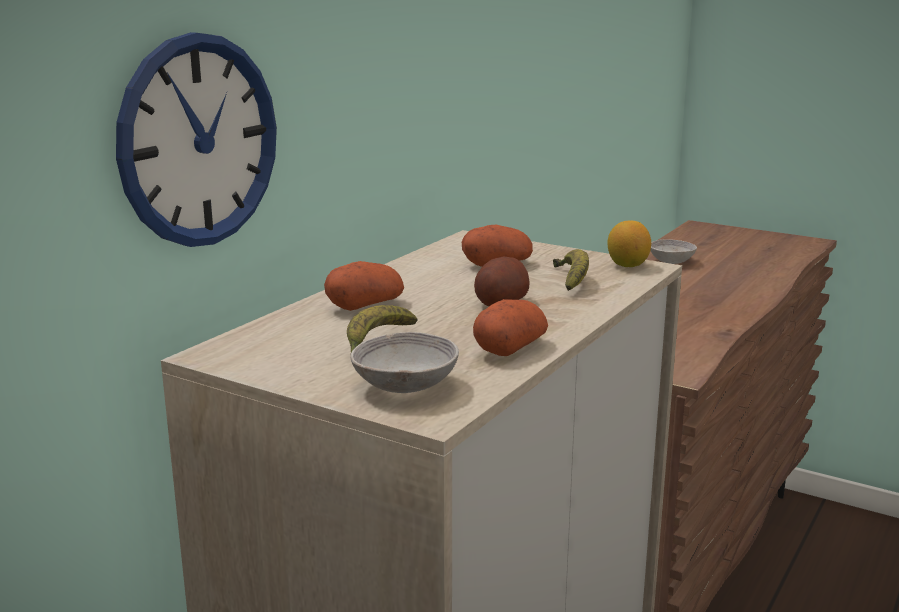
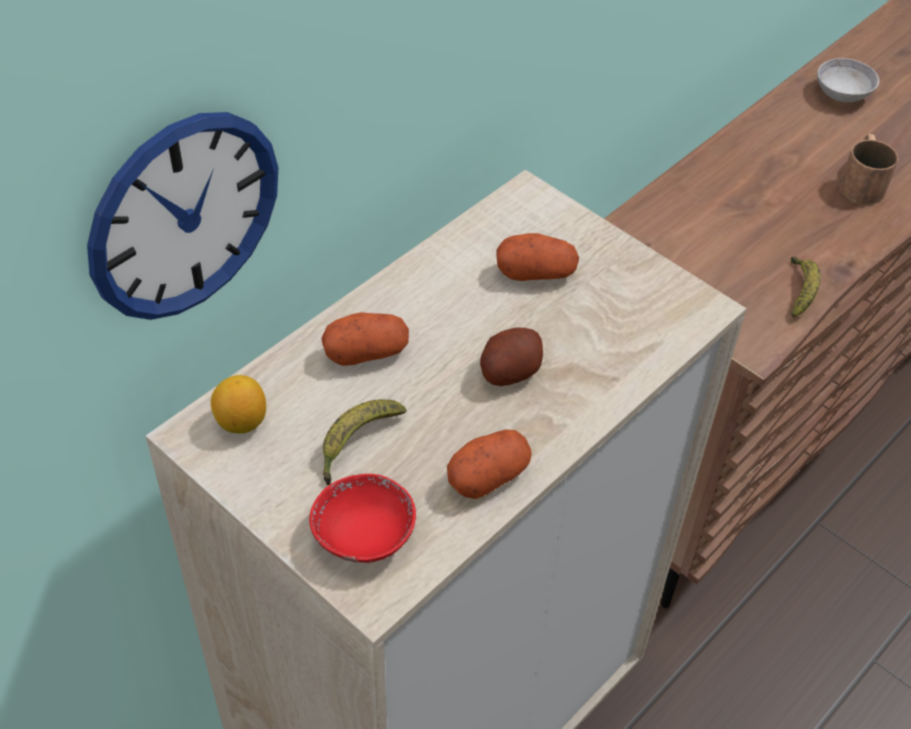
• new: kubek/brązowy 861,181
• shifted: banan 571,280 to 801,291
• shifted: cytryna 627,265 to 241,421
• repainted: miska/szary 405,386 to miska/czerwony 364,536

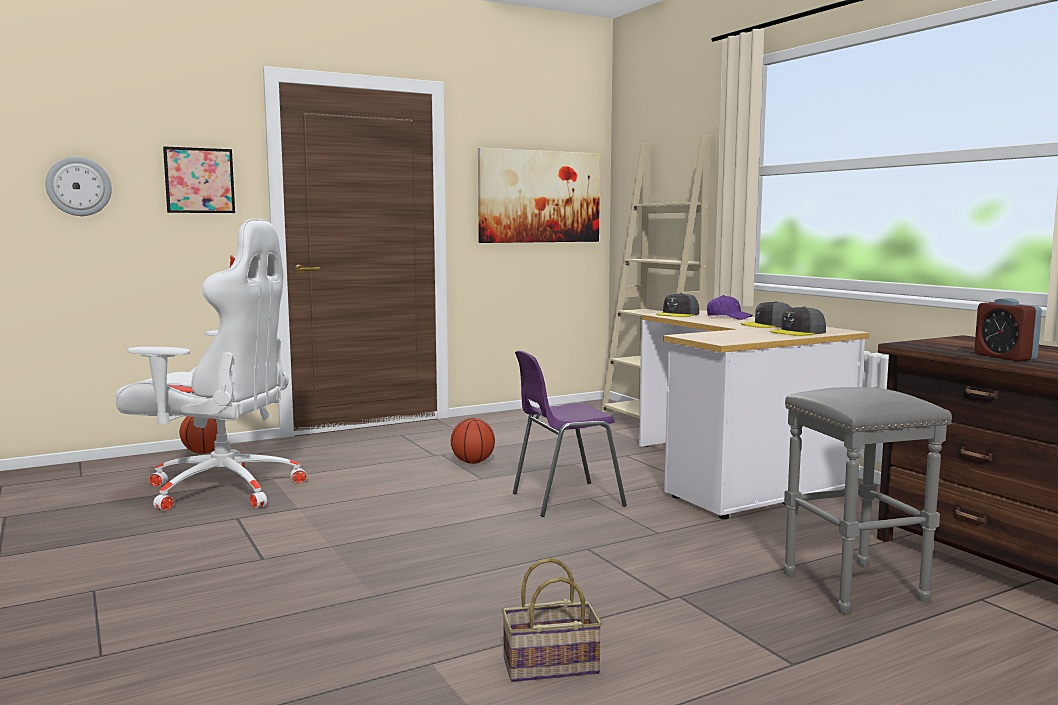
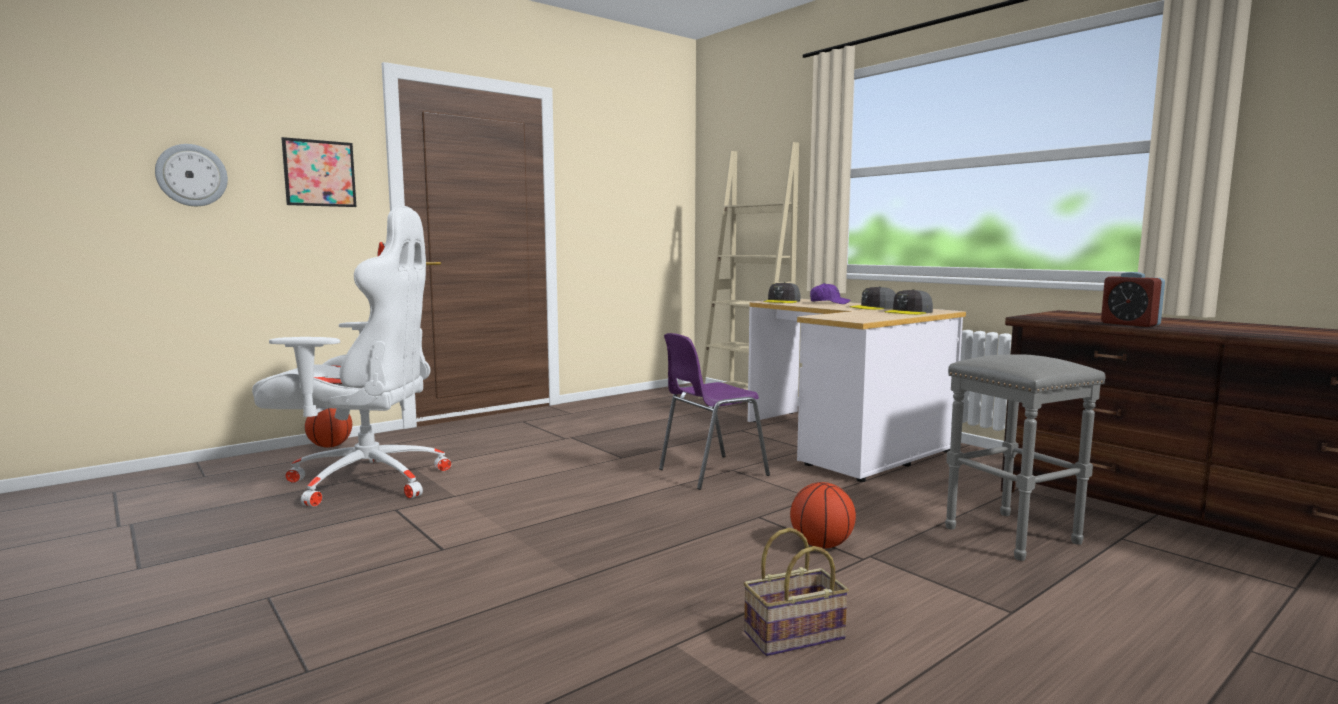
• gone: obraz 539,196
• shifted: piłka do koszykówki 472,462 to 821,545

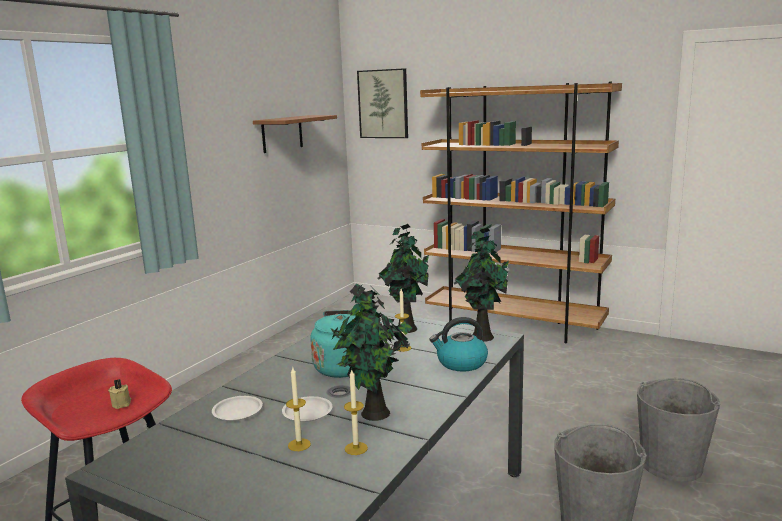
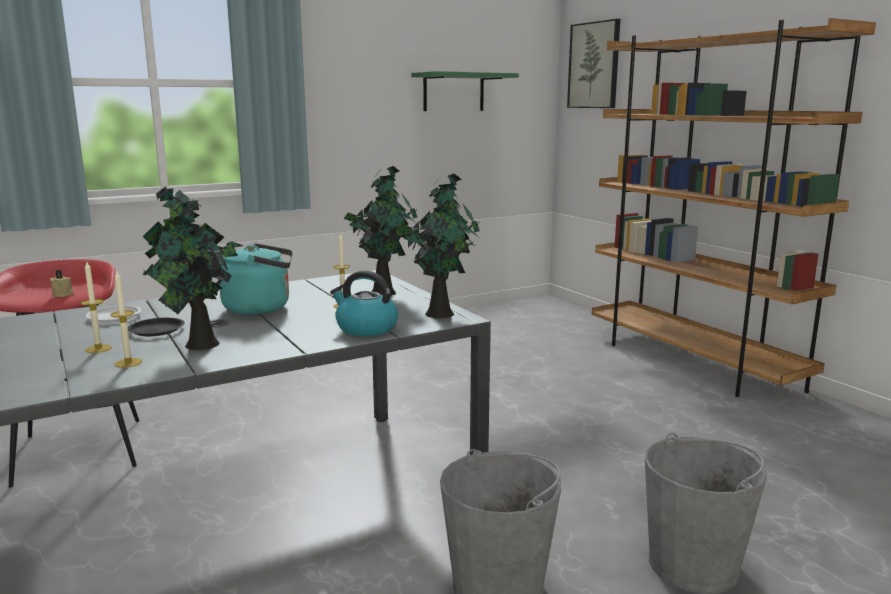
• repainted: półka/brązowy 282,133 to półka/zielony 453,92
• repainted: talerz/biały 308,412 to talerz/czarny 156,330

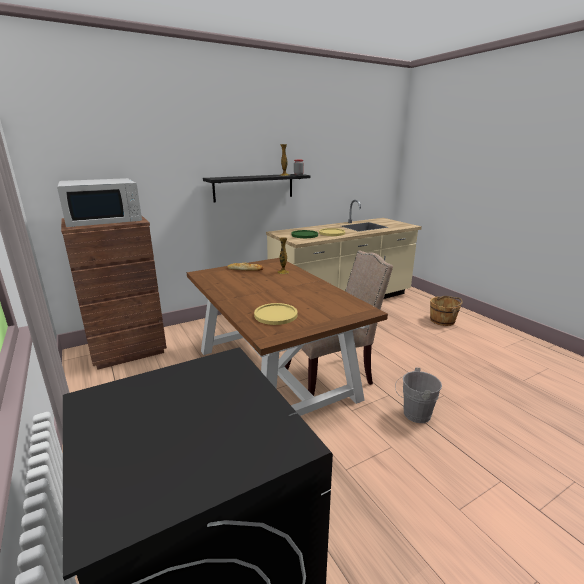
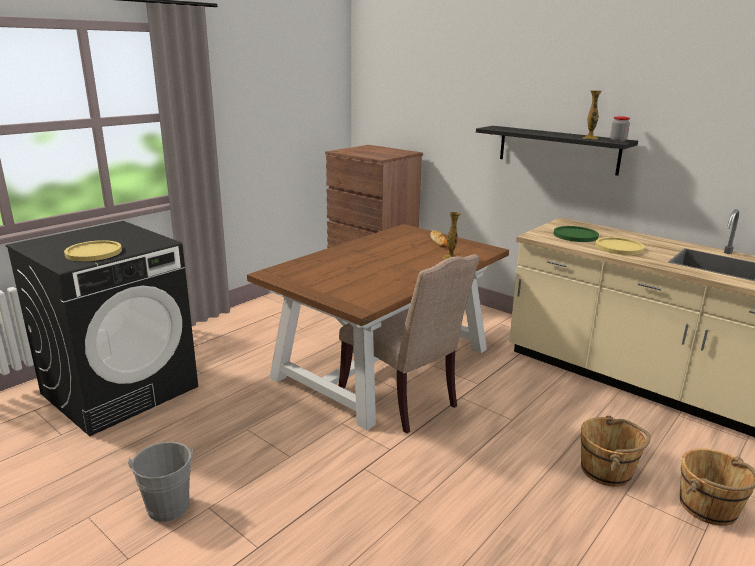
• gone: mikrofalówka/biały 104,220
• new: wiadro/brązowy 607,470
• shifted: talerz/żółty 275,315 to 93,252
• shifted: wiadro/szary 413,414 to 168,504

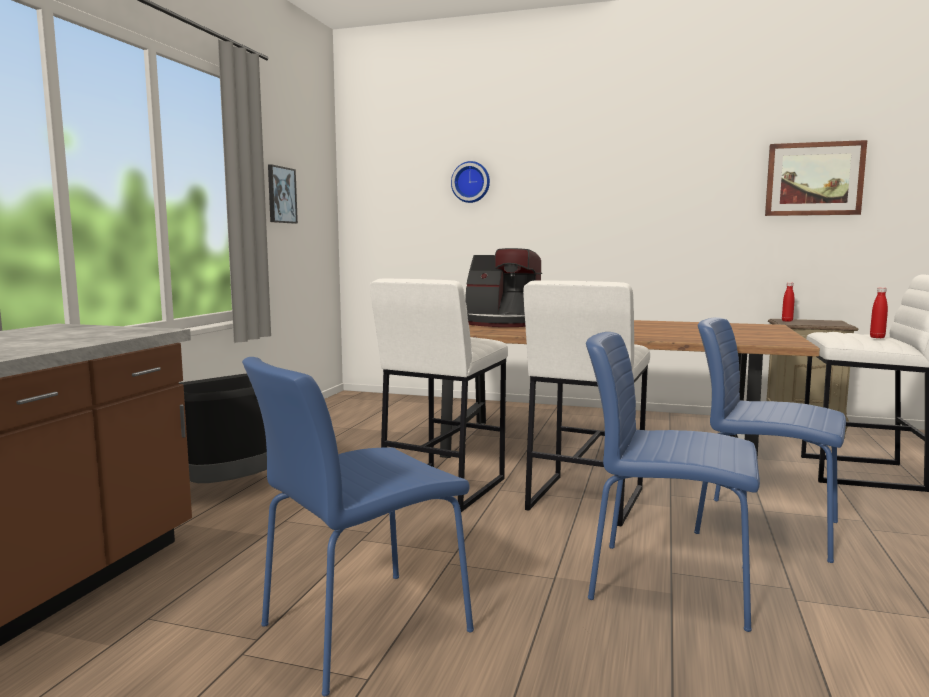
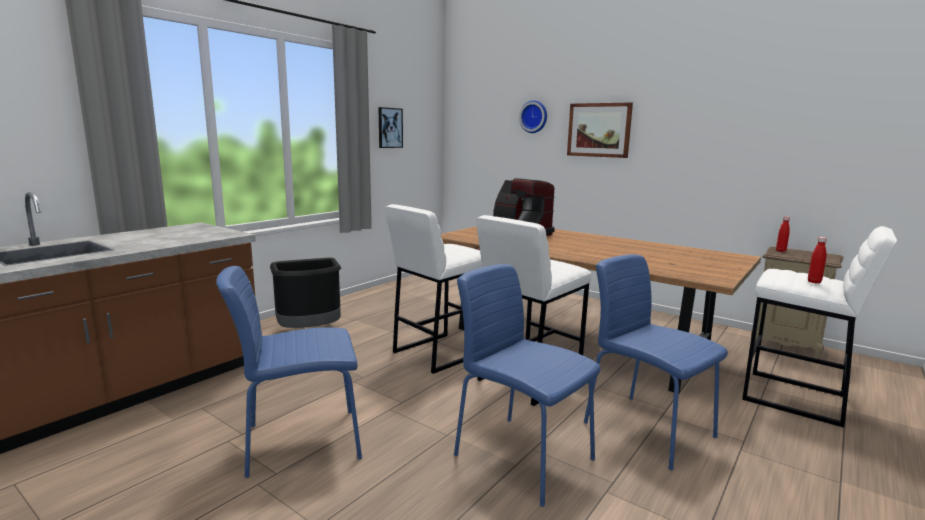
• shifted: obraz 814,179 to 599,130

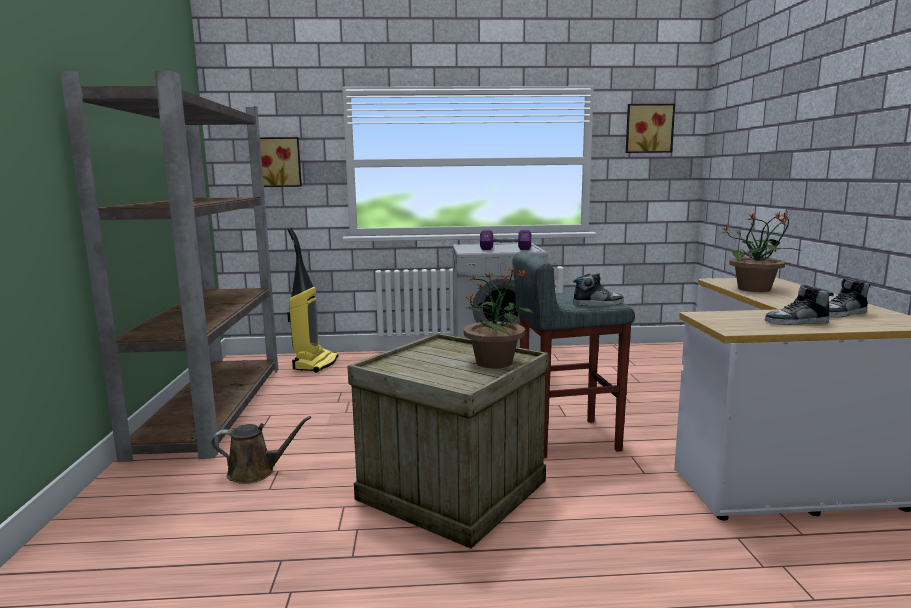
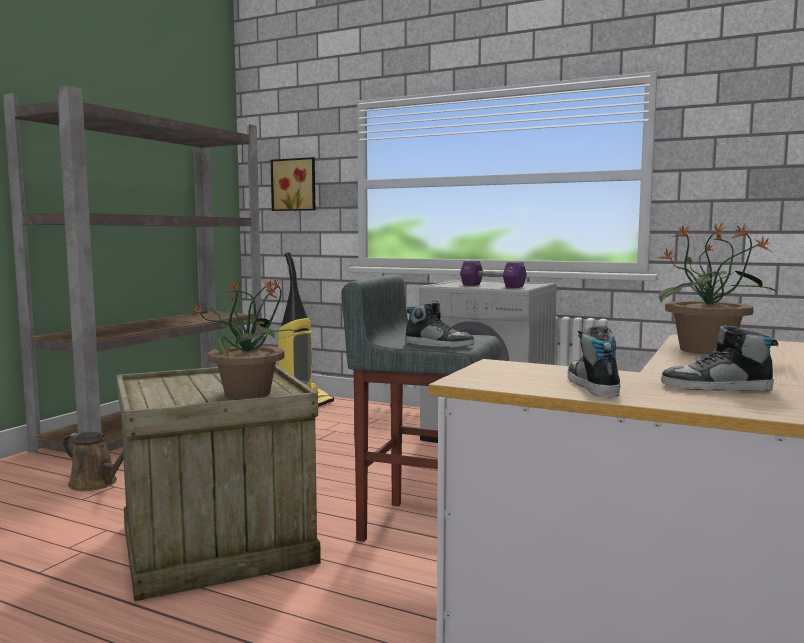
• gone: obraz 648,128
• rotated: but 796,322 = 592,386 60 degrees clockwise

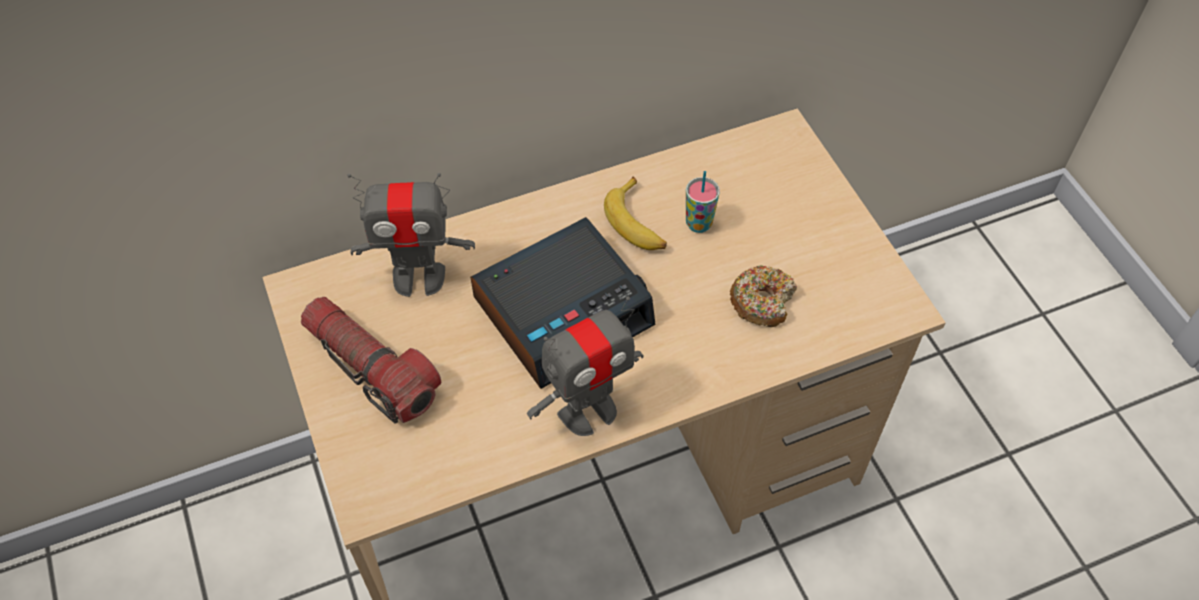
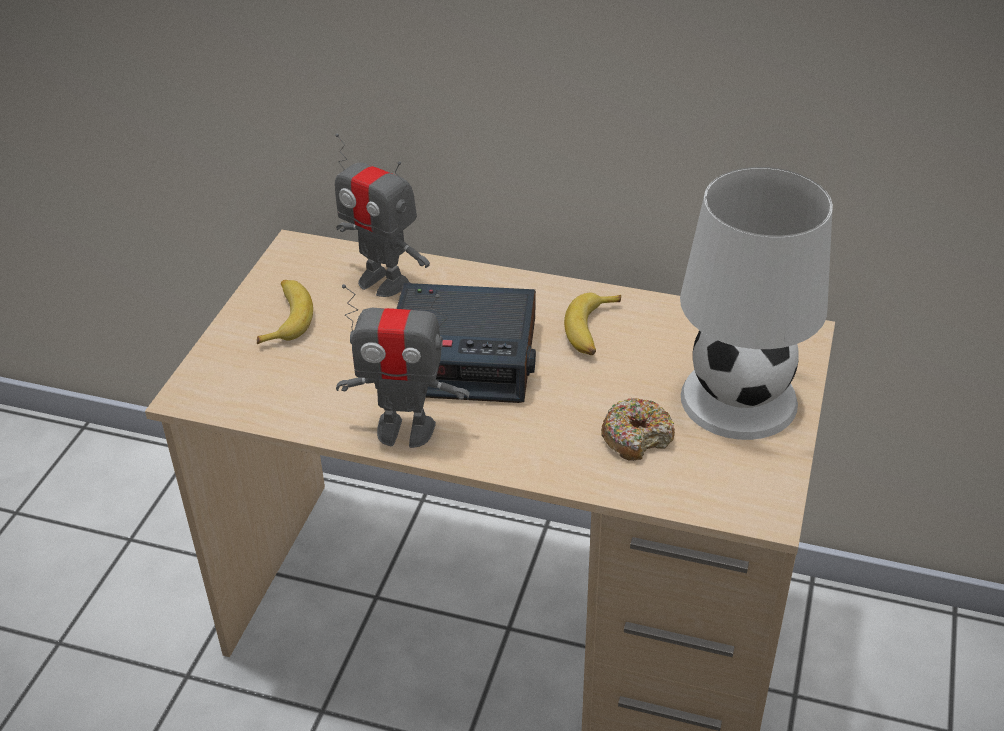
• gone: filiżanka 698,224
• new: lampa stołowa/biały 739,398
• swapped: latarka 371,368 to banan 286,318

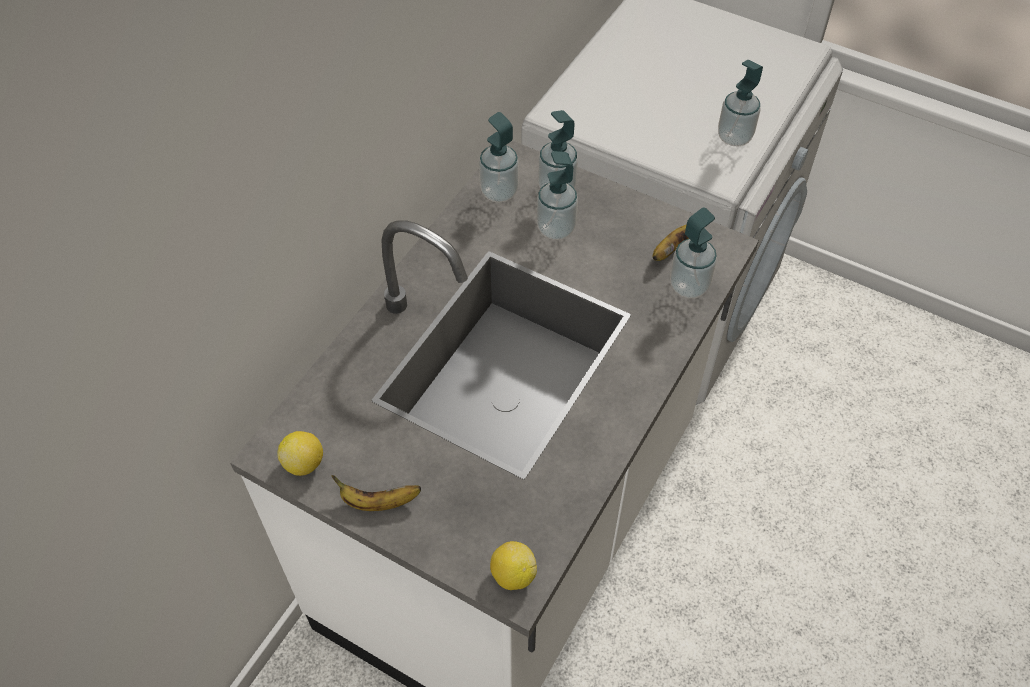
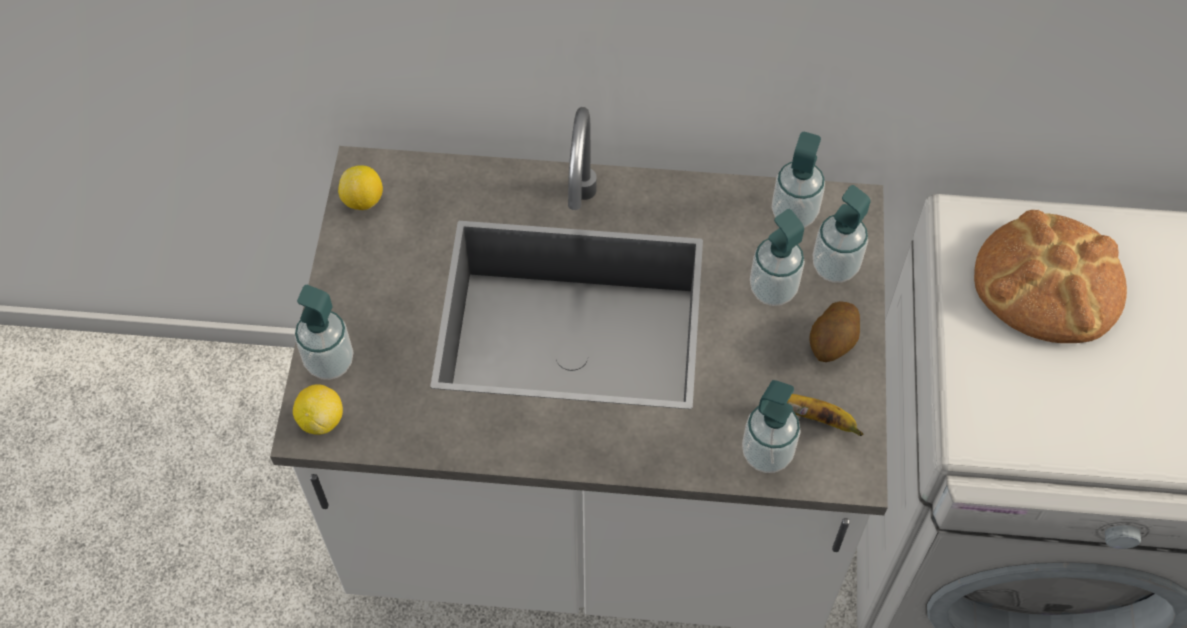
• gone: banan 378,502
• new: ziemniak 832,342
• new: chleb 1048,281
• shifted: dozownik mydła 734,137 to 330,362

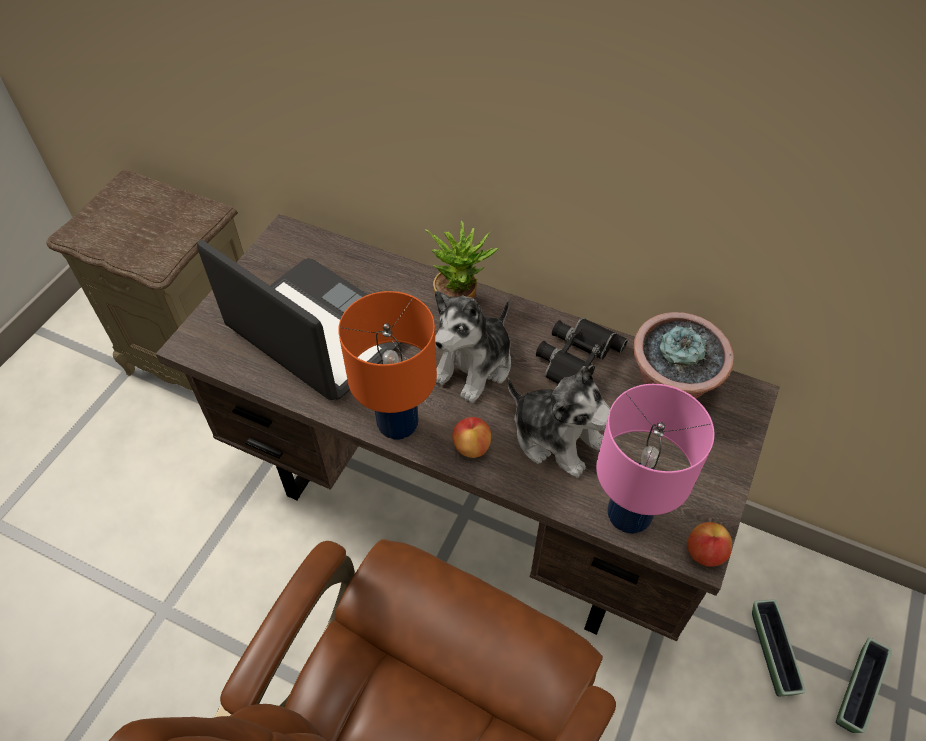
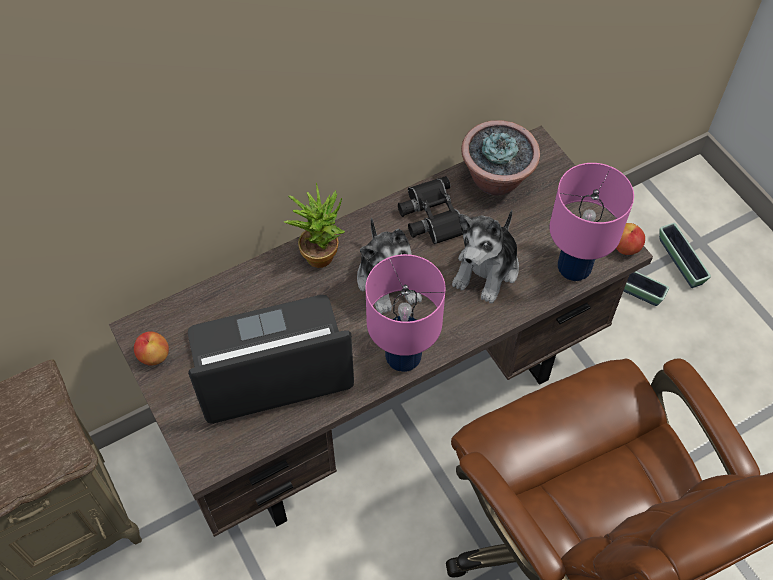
• shifted: jabłko 471,447 to 154,356
• repainted: lampa stołowa/pomarańczowy 400,424 to lampa stołowa/różowy 404,356
• rotated: pluszak 556,437 = 487,269 135 degrees clockwise

